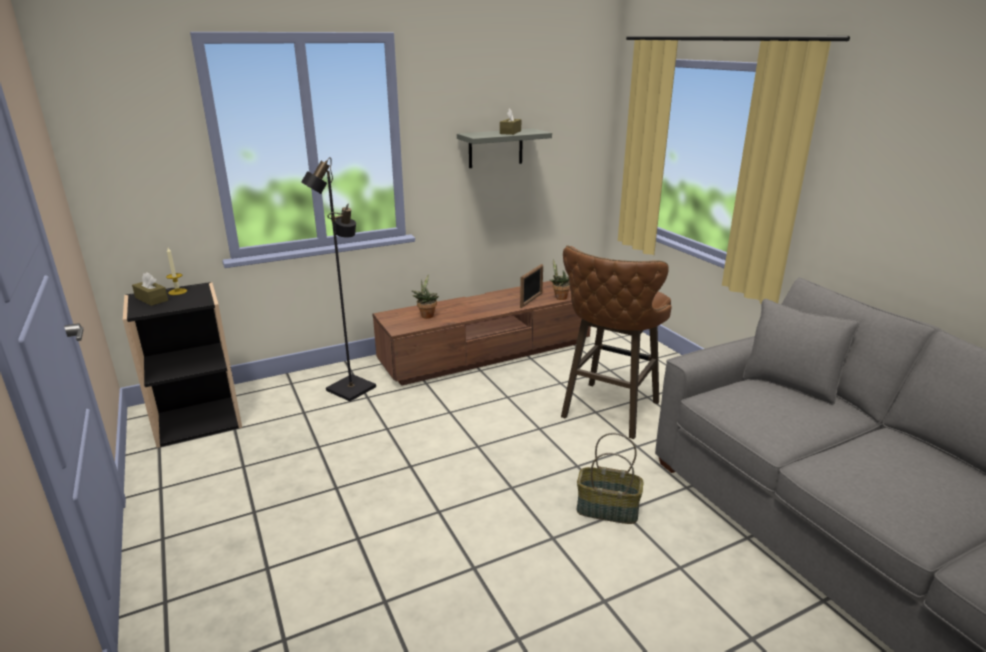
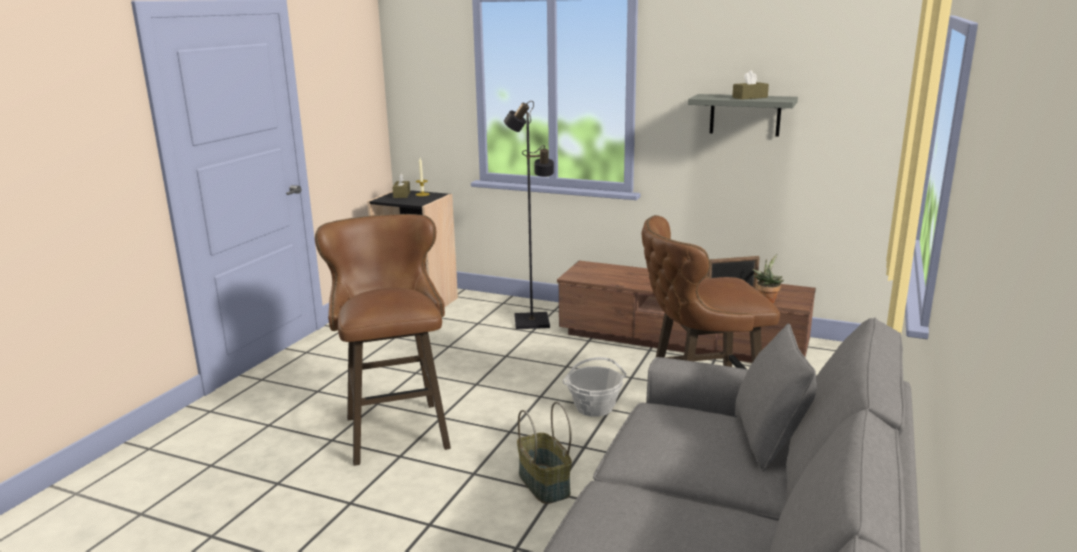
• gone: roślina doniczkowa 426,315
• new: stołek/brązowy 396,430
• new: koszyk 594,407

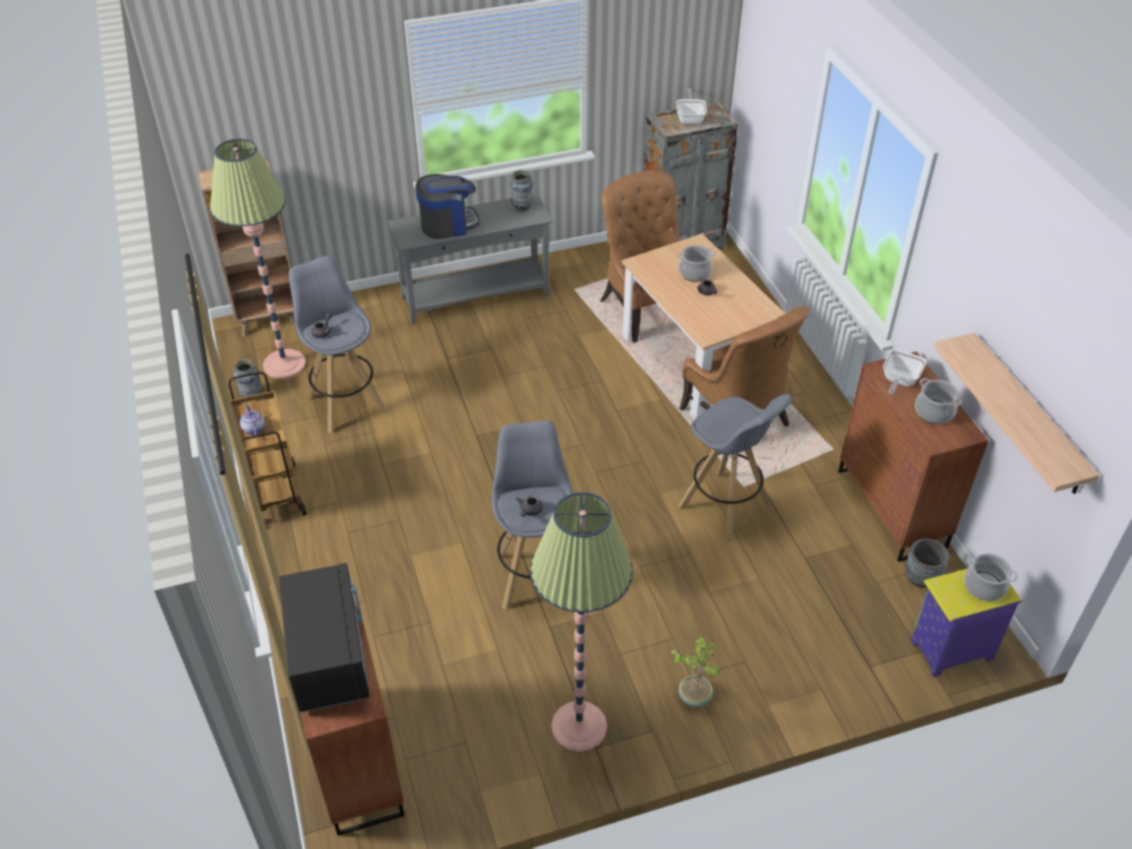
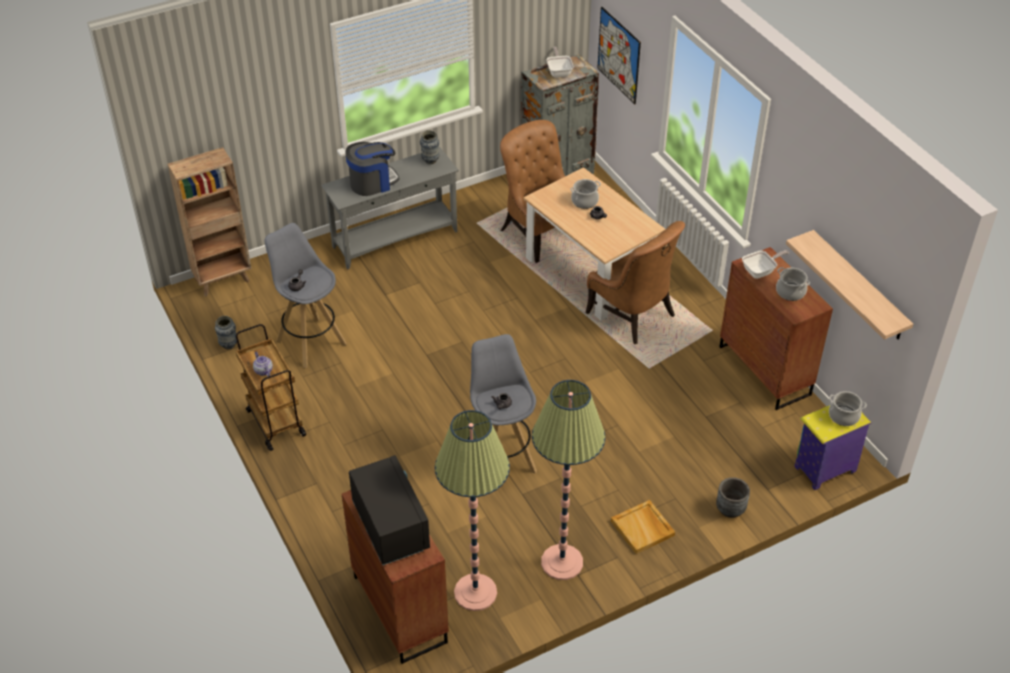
• gone: stołek/szary 726,508
• new: obraz 618,55
• shifted: lampa stojąca 284,364 to 475,592
• shifted: donica/szary 921,577 to 730,509
• swapped: roślina doniczkowa 694,696 to taca/beżowy 643,528
• rotated: patelnia 898,381 = 761,271 135 degrees counterclockwise

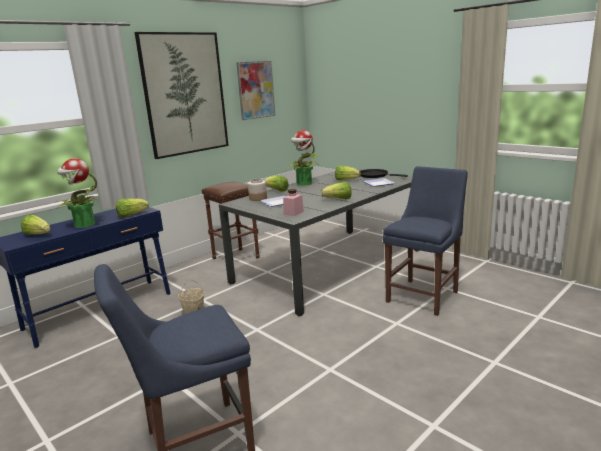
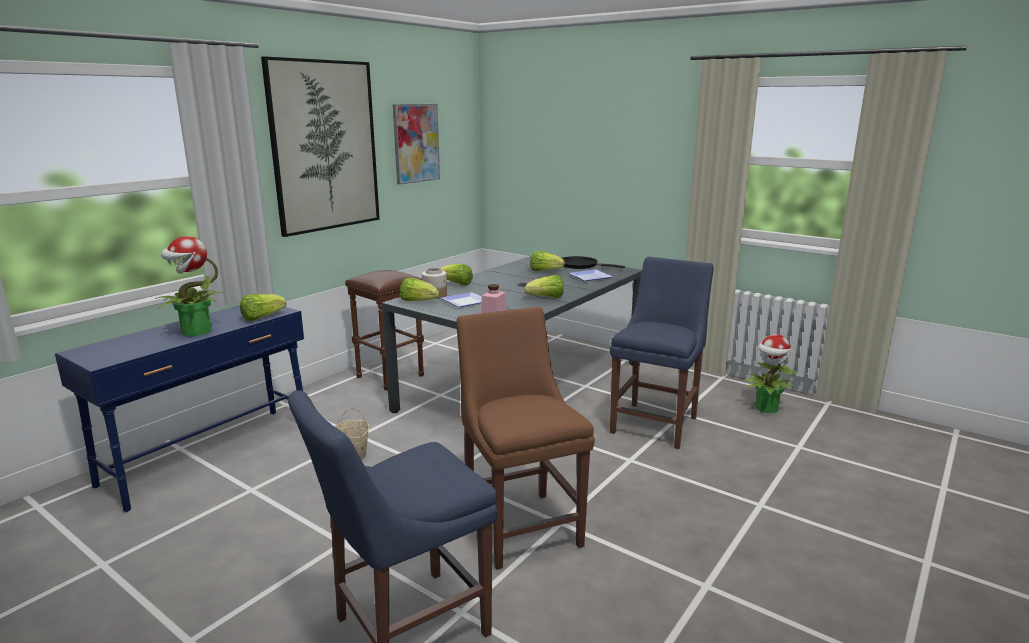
• new: krzesło/brązowy 520,525
• shifted: sałata 38,235 to 418,301
• shifted: roślina doniczkowa 304,184 to 766,408

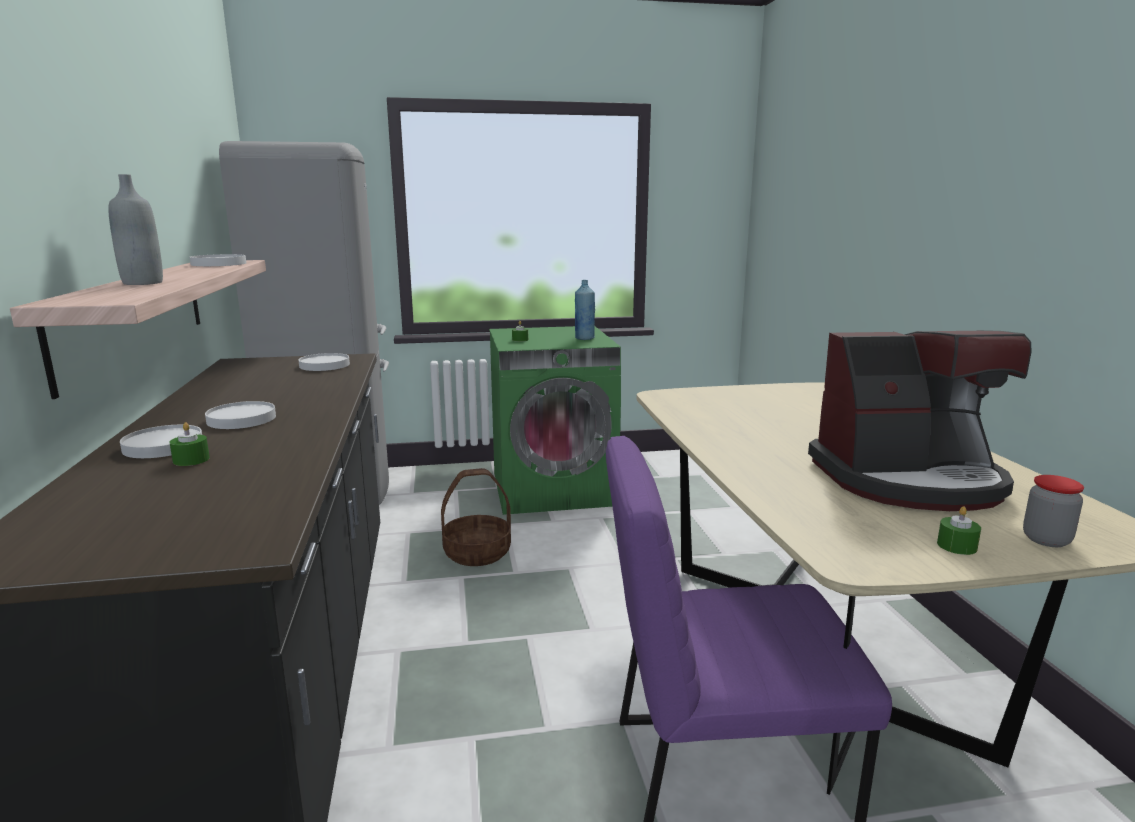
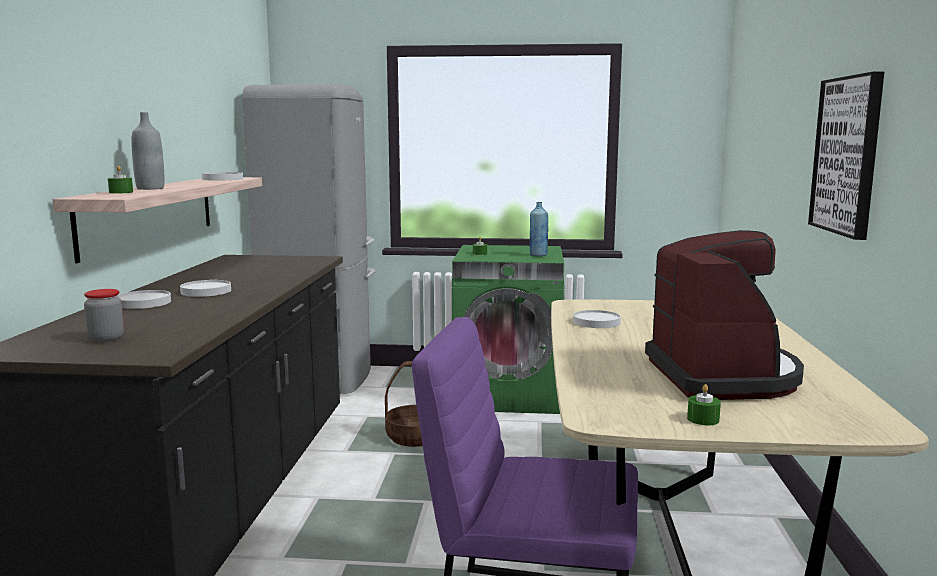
• new: obraz 847,155
• shifted: świeca/zielony 191,460 to 121,192
• shifted: talerz/biały 325,365 to 597,322
• shifted: słoik 1046,540 to 106,338
• rotated: ekspres do kawy 908,480 = 723,376 105 degrees counterclockwise

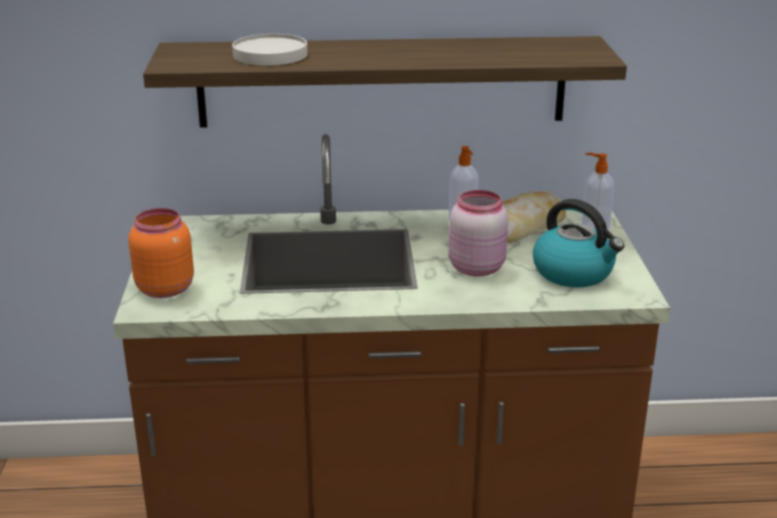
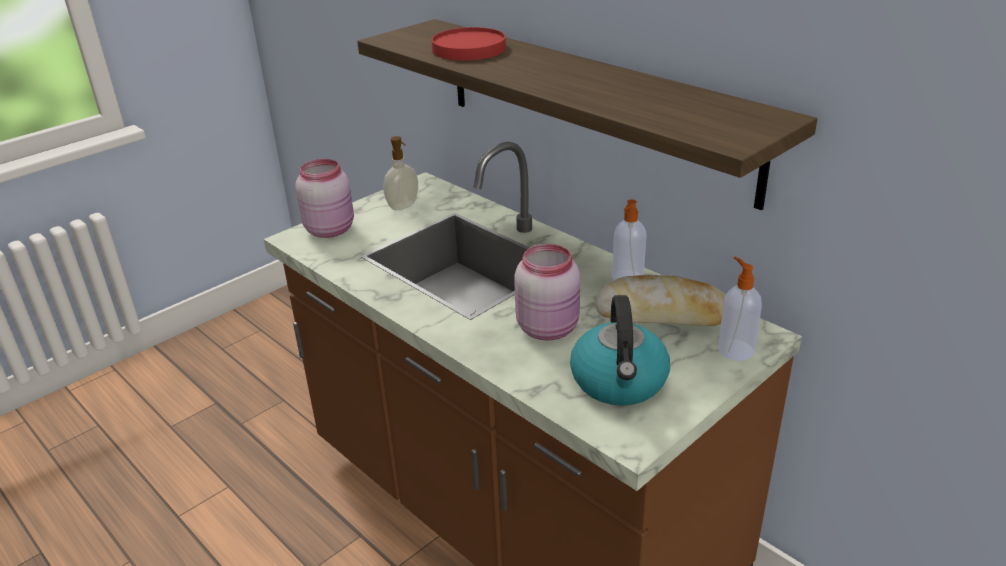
• new: dozownik mydła 404,206
• repainted: słoik/pomarańczowy 165,288 to słoik/różowy 331,229
• repainted: talerz/biały 269,55 to talerz/czerwony 468,49

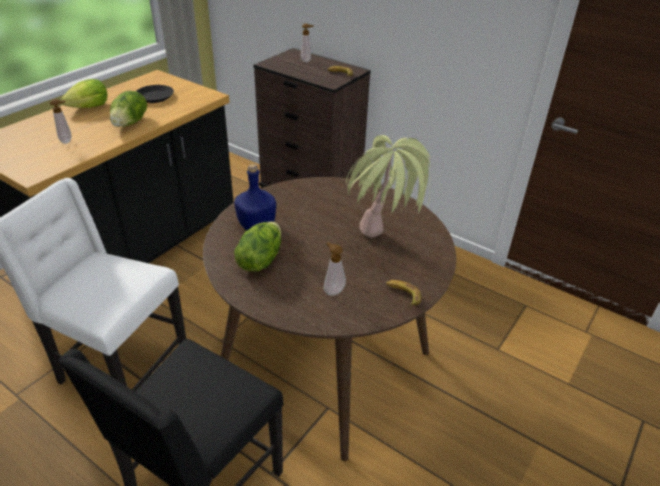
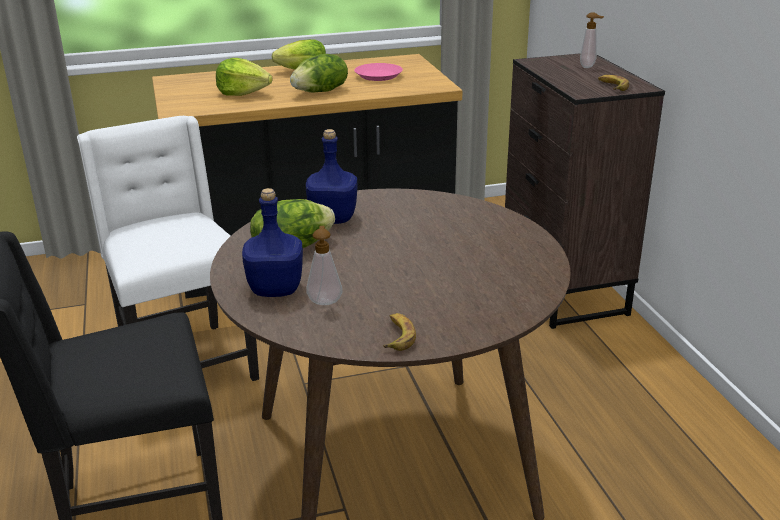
• gone: roślina doniczkowa 383,249
• new: butelka/niebieski 277,289
• swapped: dozownik mydła 68,141 to sałata 243,93
• repainted: talerz/czarny 154,97 to talerz/różowy 378,76

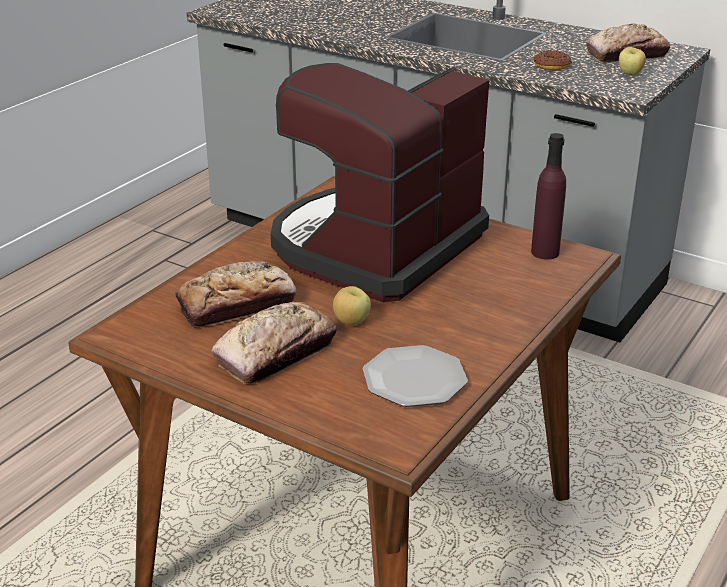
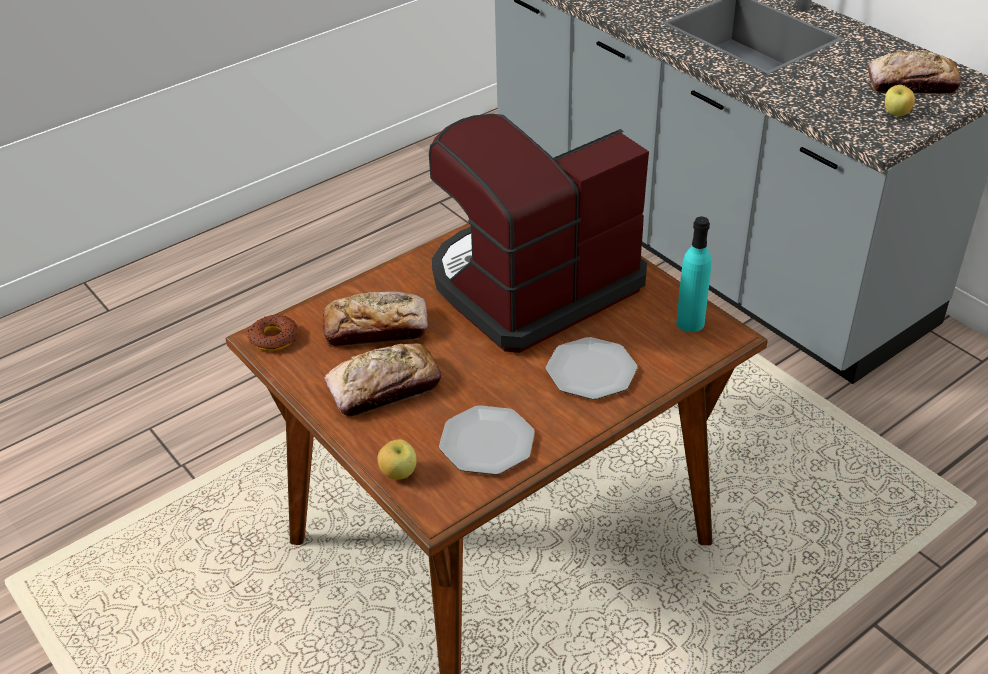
• new: talerz 592,371
• shifted: jabłko 351,322 to 399,473
• shifted: donut 552,65 to 274,338
• repainted: butelka/fioletowy 545,252 to butelka/turkusowy 690,323

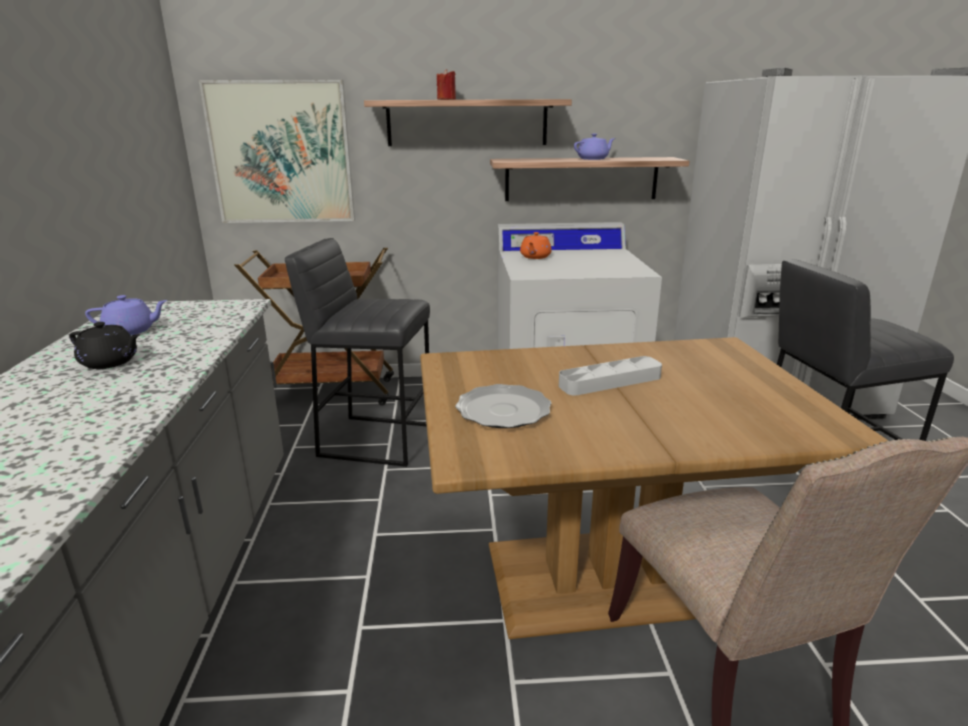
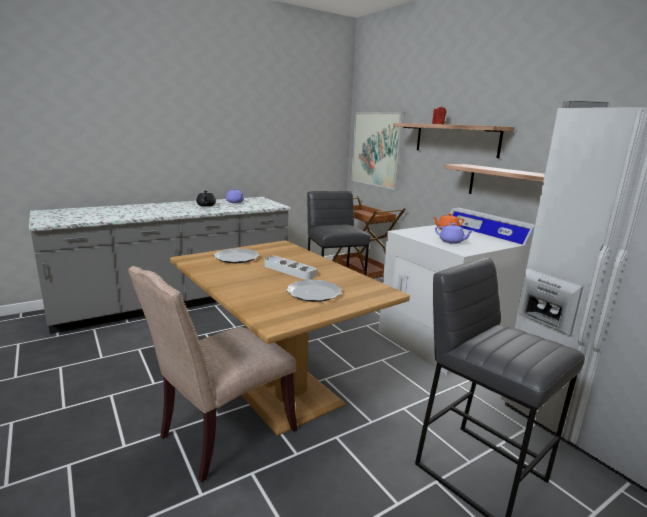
• new: talerz 314,293
• shifted: imbryk/fioletowy 593,159 to 452,241

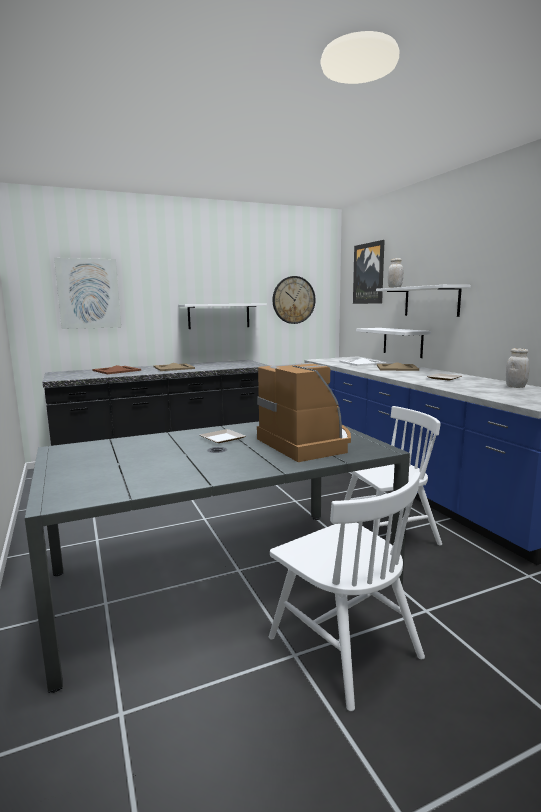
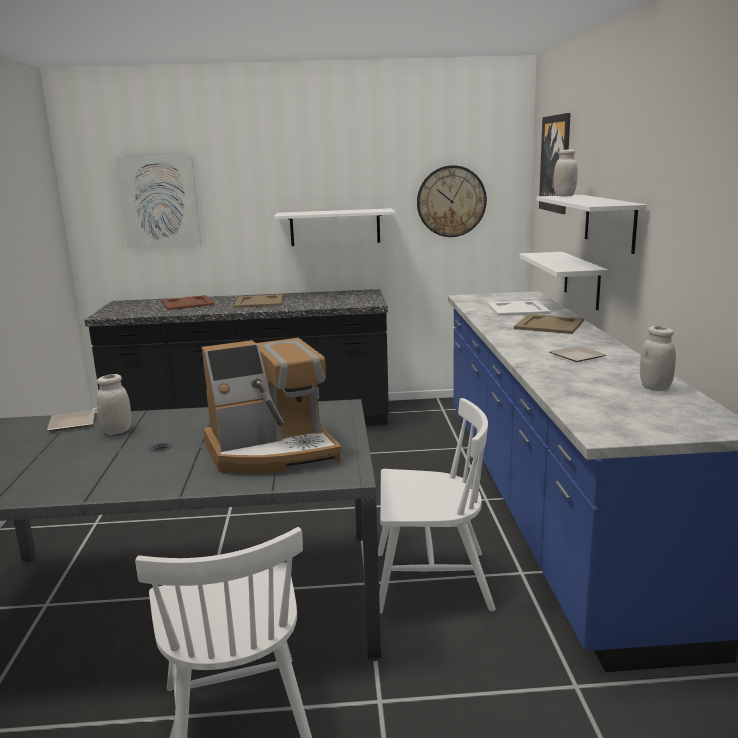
• new: słoik/biały 117,431
• shifted: talerz 223,438 to 74,422
• rotated: ekspres do kawy 307,443 = 272,451 75 degrees clockwise

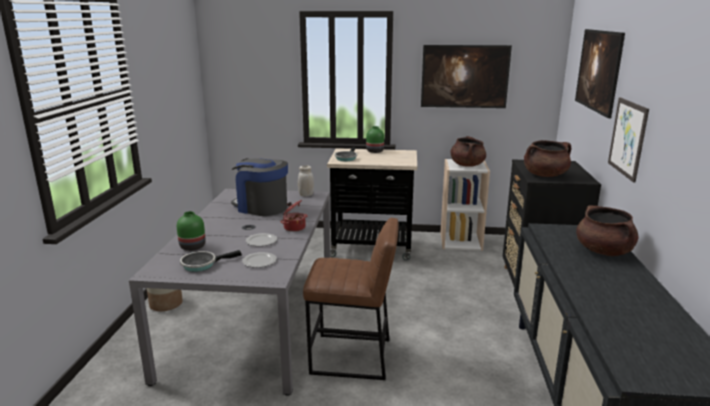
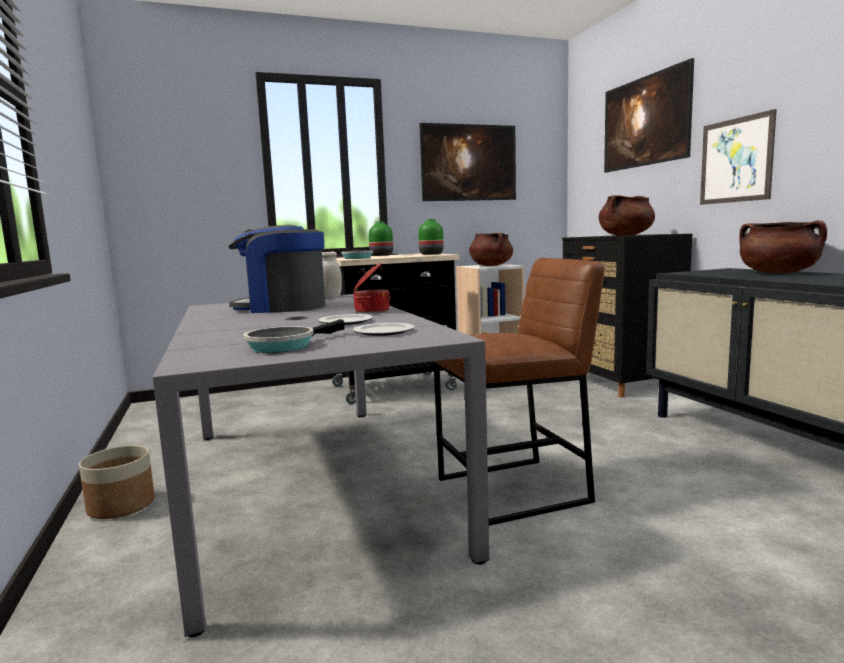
• shifted: wazon/zielony 192,246 to 430,254

